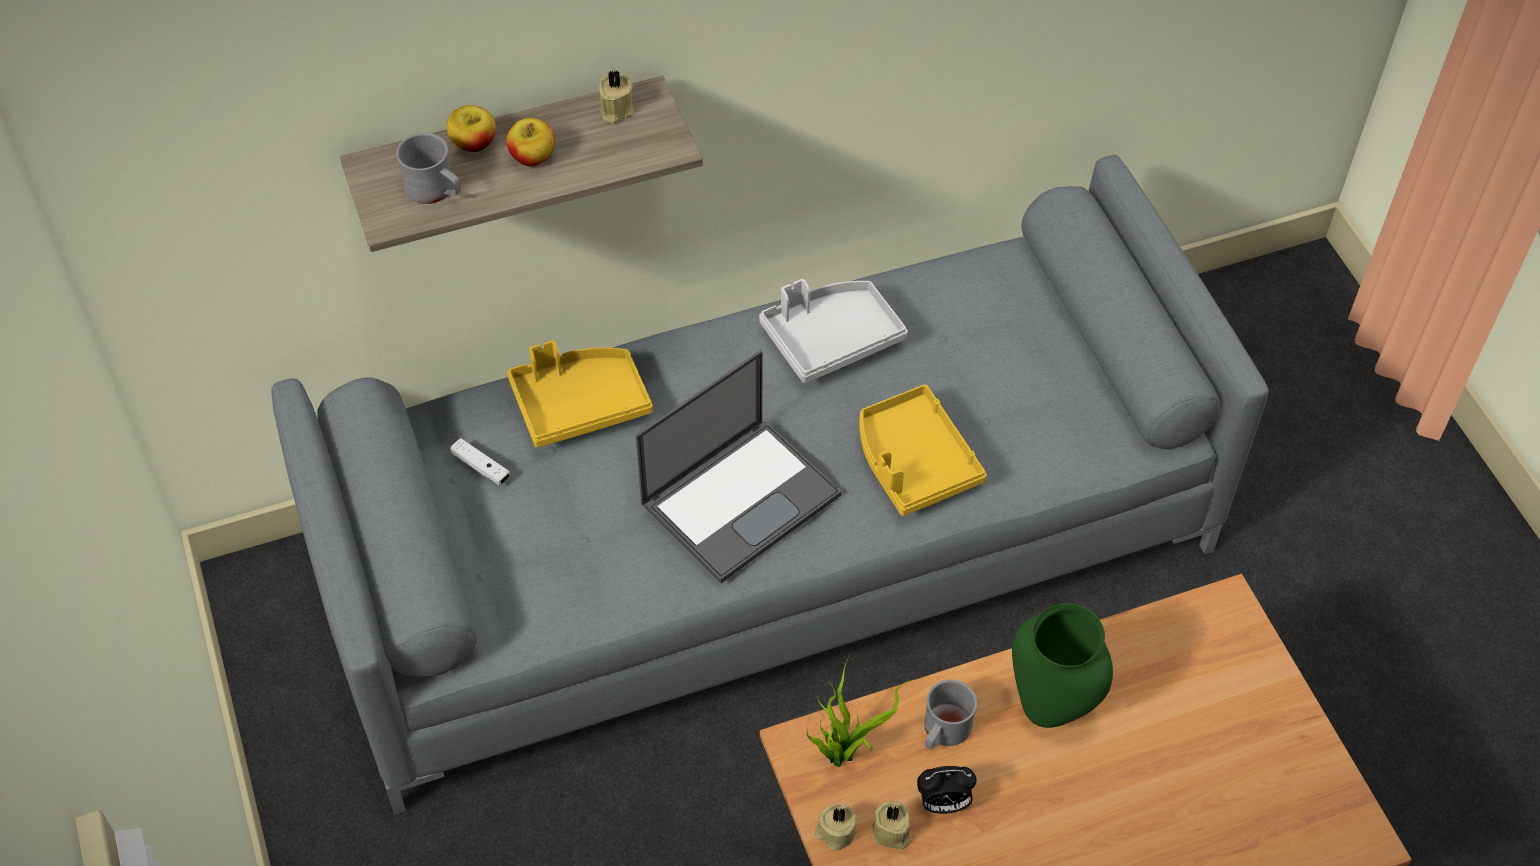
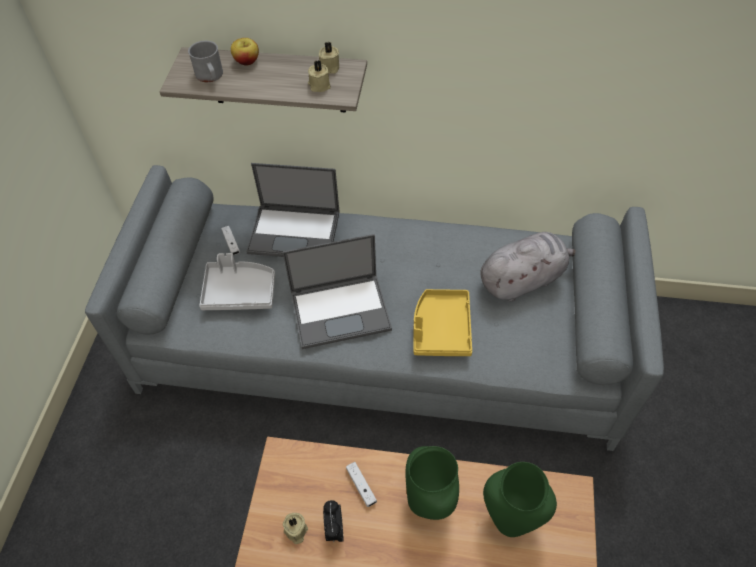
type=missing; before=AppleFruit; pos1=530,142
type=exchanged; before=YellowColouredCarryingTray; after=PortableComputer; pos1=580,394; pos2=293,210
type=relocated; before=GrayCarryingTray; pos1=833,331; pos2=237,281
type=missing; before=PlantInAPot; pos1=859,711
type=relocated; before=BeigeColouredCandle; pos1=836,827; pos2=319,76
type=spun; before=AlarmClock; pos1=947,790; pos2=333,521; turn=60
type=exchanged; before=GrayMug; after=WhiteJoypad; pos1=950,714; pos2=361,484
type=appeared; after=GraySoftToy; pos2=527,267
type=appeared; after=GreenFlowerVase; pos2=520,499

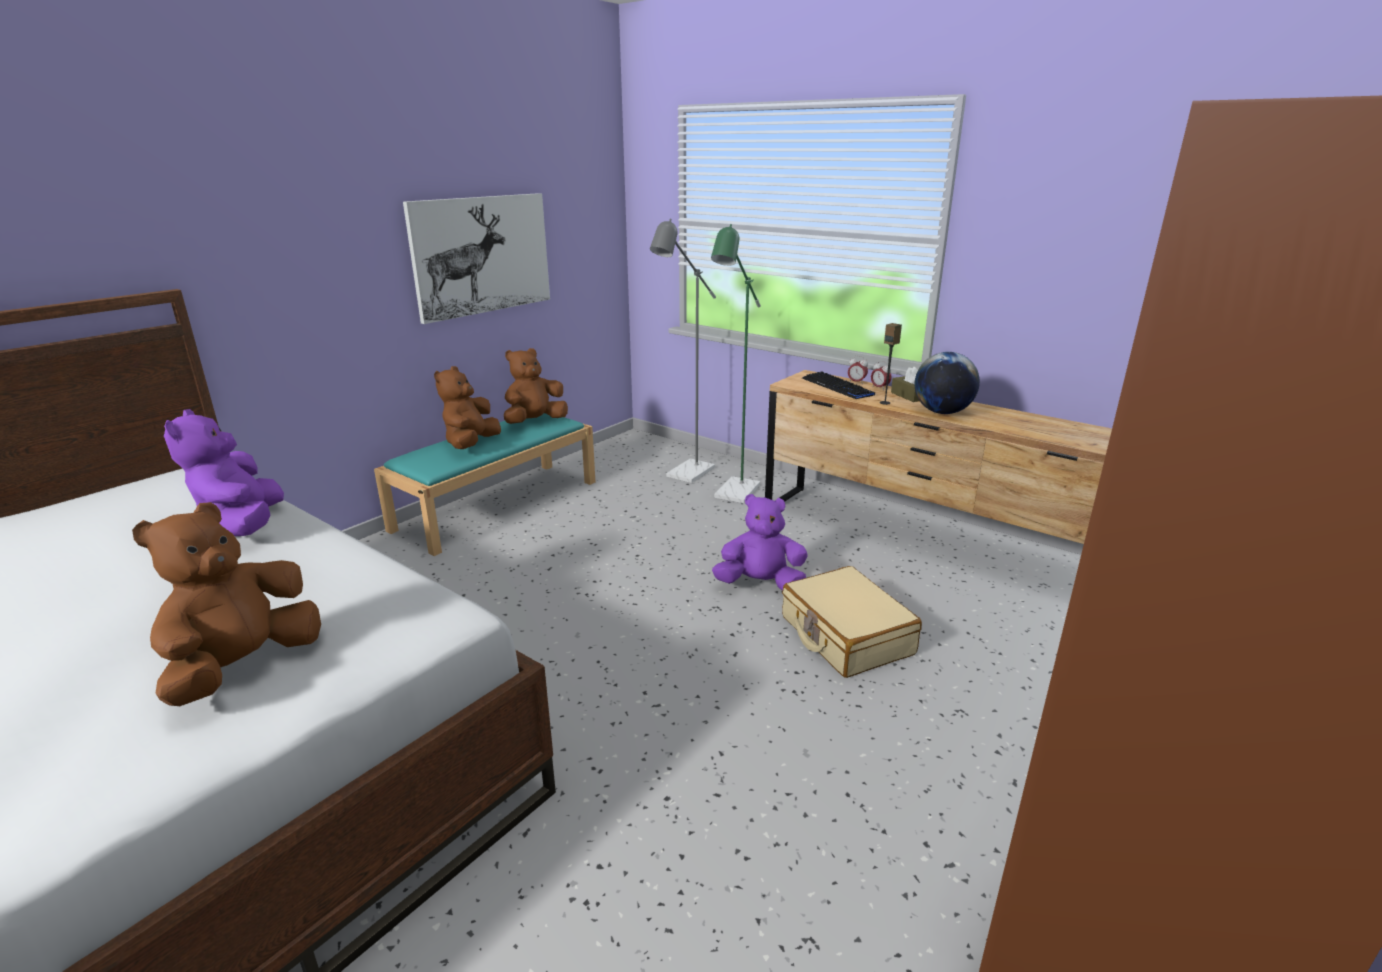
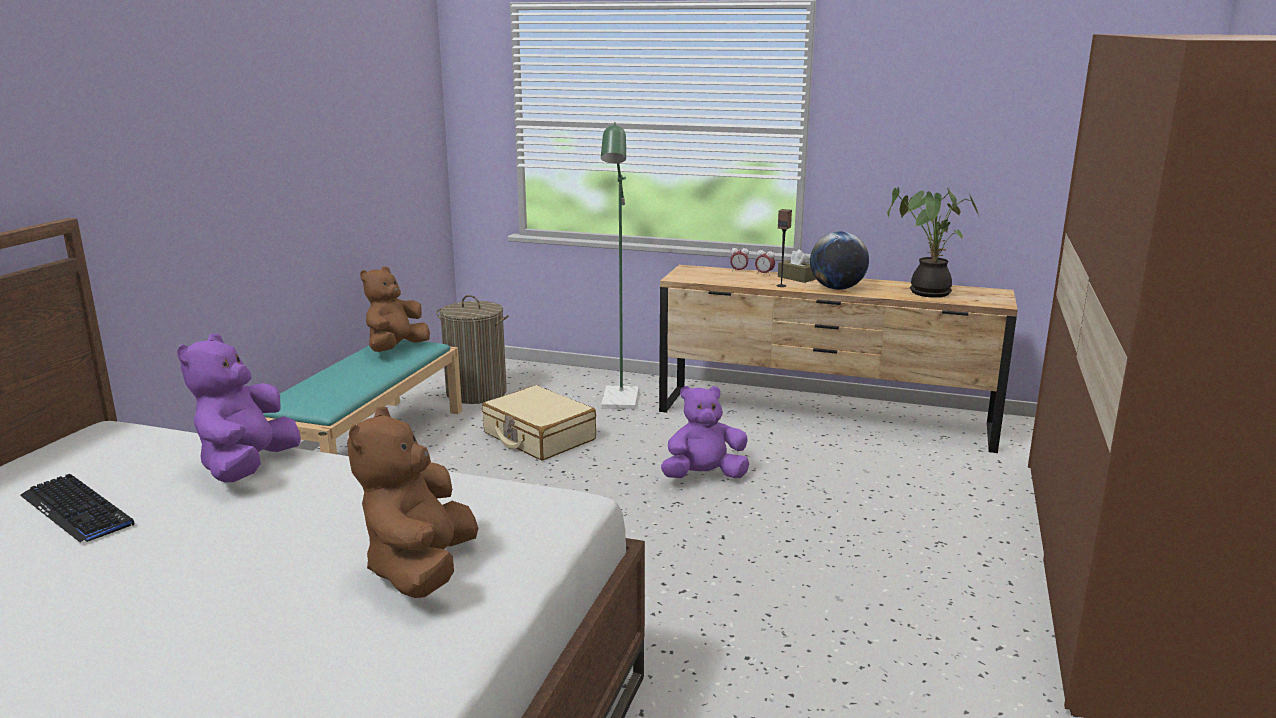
type=spun; before=PurpleSoftToy; pos1=224,472; pos2=239,408; turn=45
type=missing; before=Picture; pos1=476,258
type=missing; before=BrownishSoftToy; pos1=467,407
type=missing; before=GrayStandingLamp; pos1=683,351
type=relocated; before=BeigeColouredPieceOfLuggage; pos1=852,622; pos2=539,422
type=relocated; before=PcKeyboard; pos1=838,385; pos2=77,508
type=appeared; after=LaundryBasket; pos2=473,349
type=appeared; after=PlantInAPot; pos2=933,242

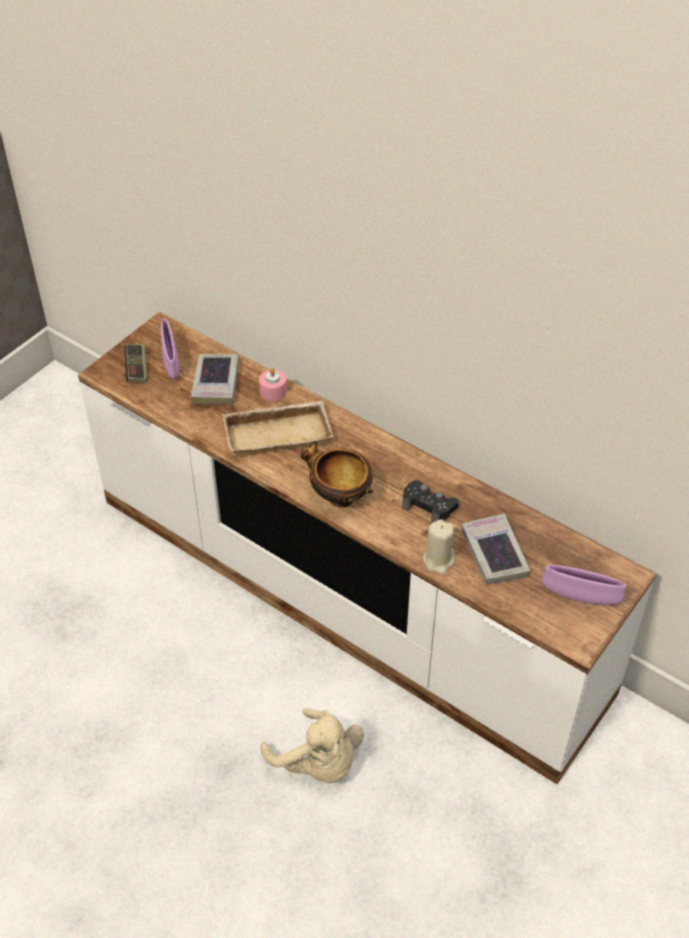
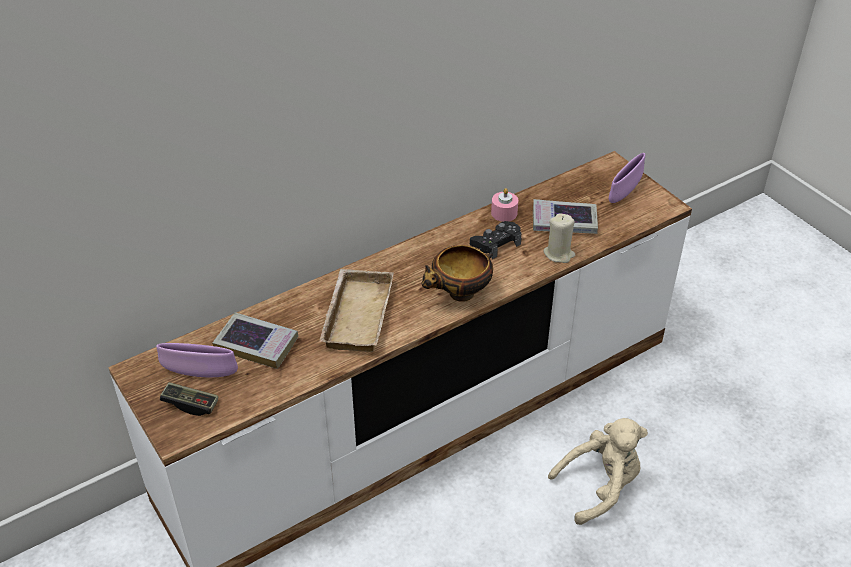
type=relocated; before=PinkishCandle; pos1=273,384; pos2=504,205

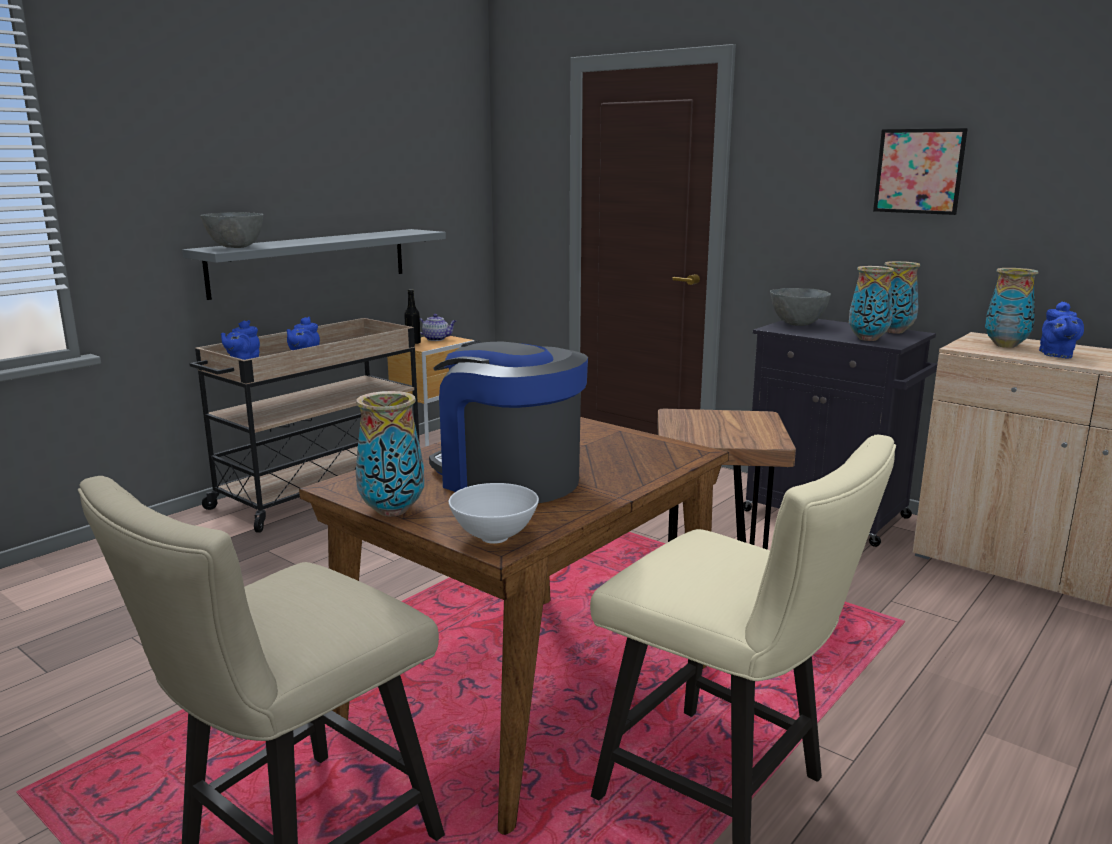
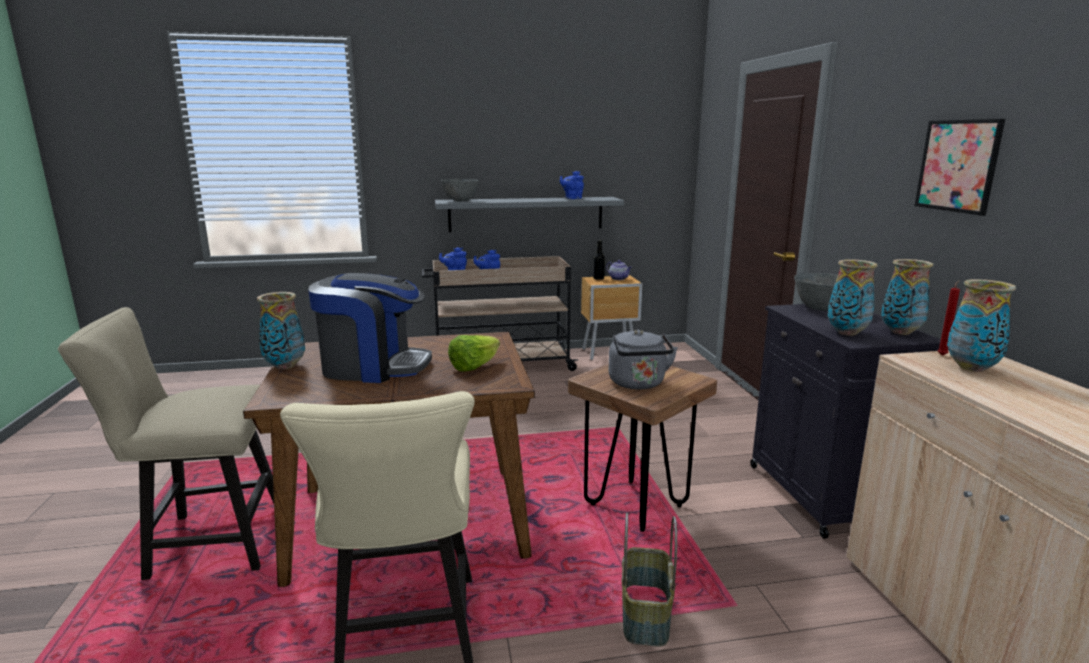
type=spun; before=CoffeeMaker; pos1=508,422; pos2=370,328; turn=105
type=missing; before=WhiteDeepDish; pos1=494,513
type=relocated; before=BluishTeapot; pos1=1061,330; pos2=572,185
type=appeared; after=LettuceHead; pos2=474,353
type=appeared; after=GrayWaterKettle; pos2=643,359
type=appeared; after=Basket; pos2=649,580
type=appeared; after=RedCandle; pos2=949,318

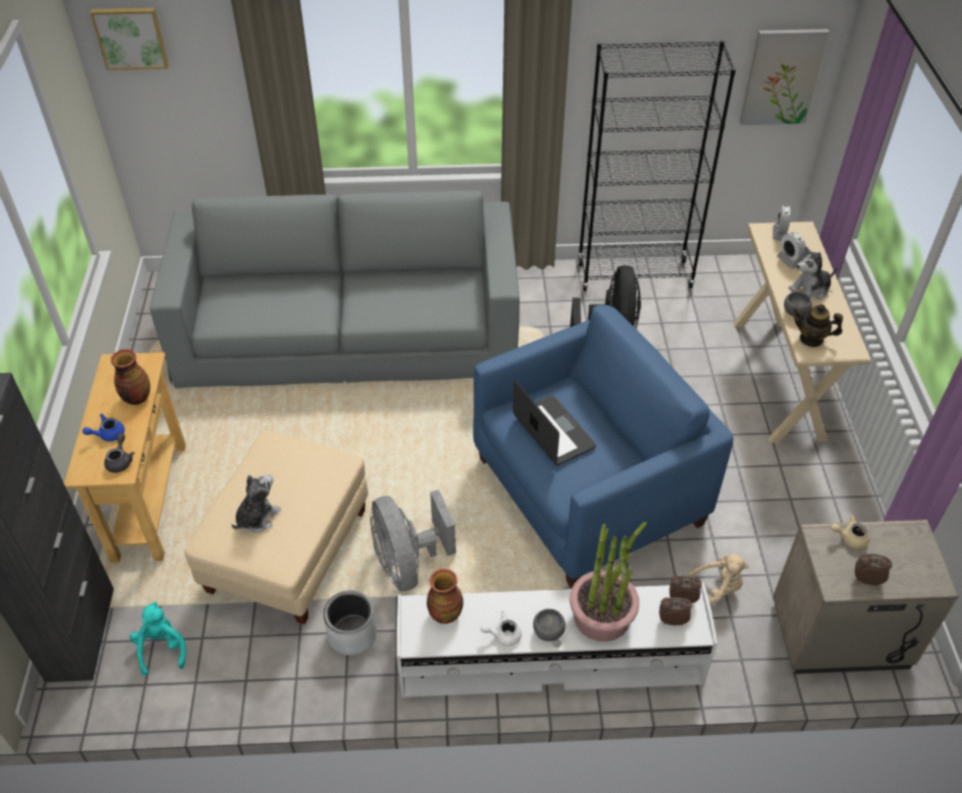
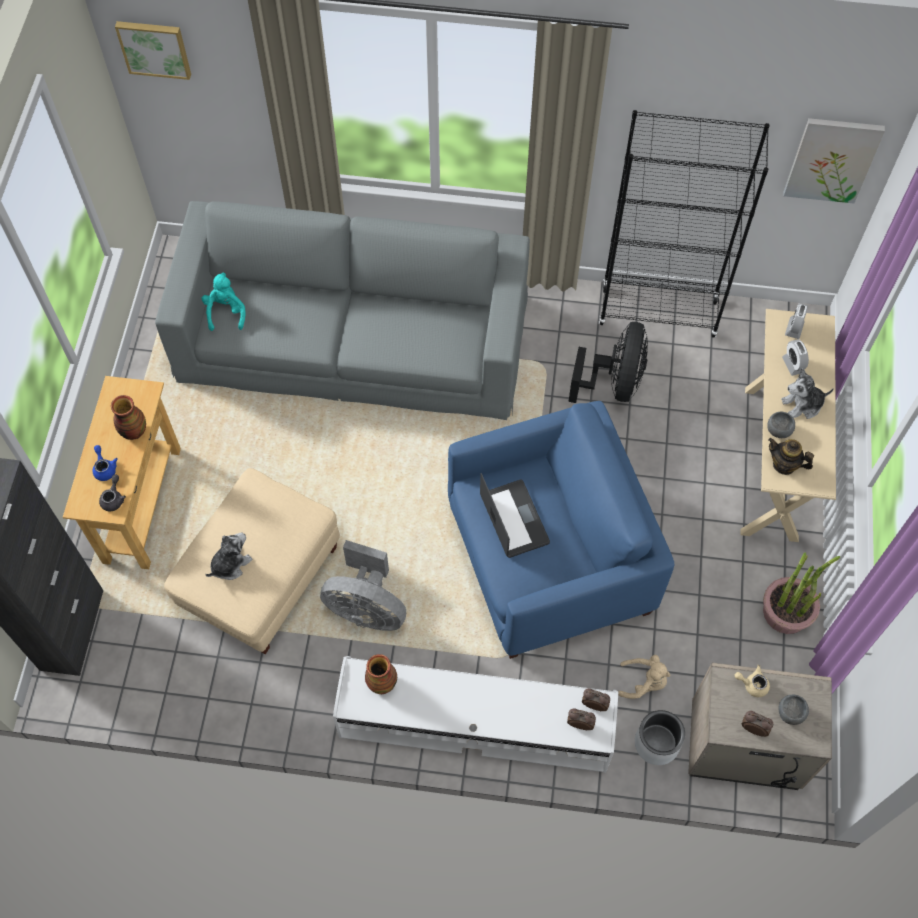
type=spun; before=BluishTeapot; pos1=103,428; pos2=105,463; turn=90
type=relocated; before=BlueGreenSoftToy; pos1=158,639; pos2=223,301
type=relocated; before=GrayPlanter; pos1=350,622; pos2=660,737
type=spun; before=GrayCoolingFan; pos1=413,540; pos2=363,585; turn=-60
type=missing; before=WhiteTeapot; pos1=501,628
type=relocated; before=GrayDeepDish; pos1=549,625; pos2=793,710
type=relocated; before=PlantInAPot; pos1=608,582; pos2=801,593

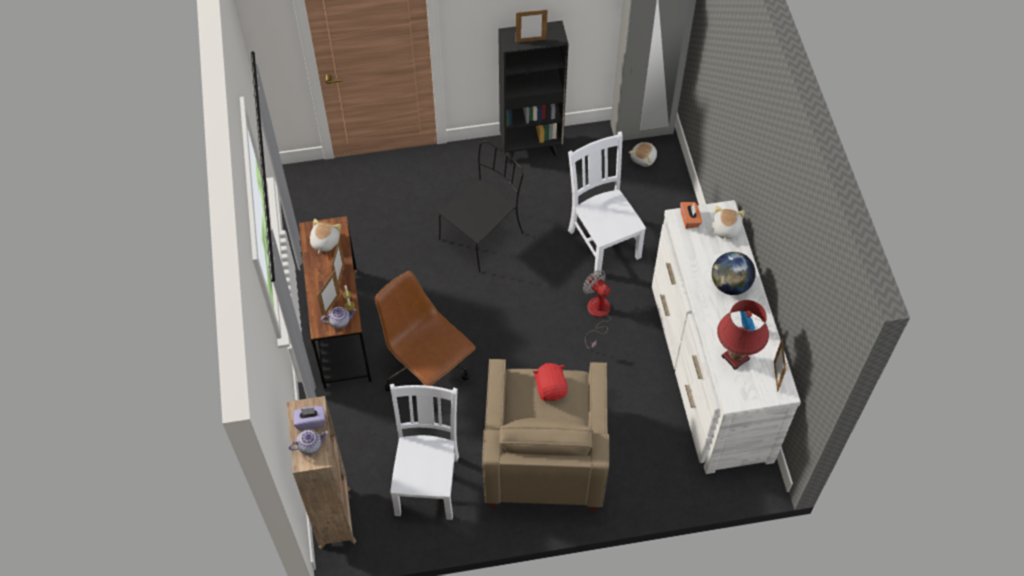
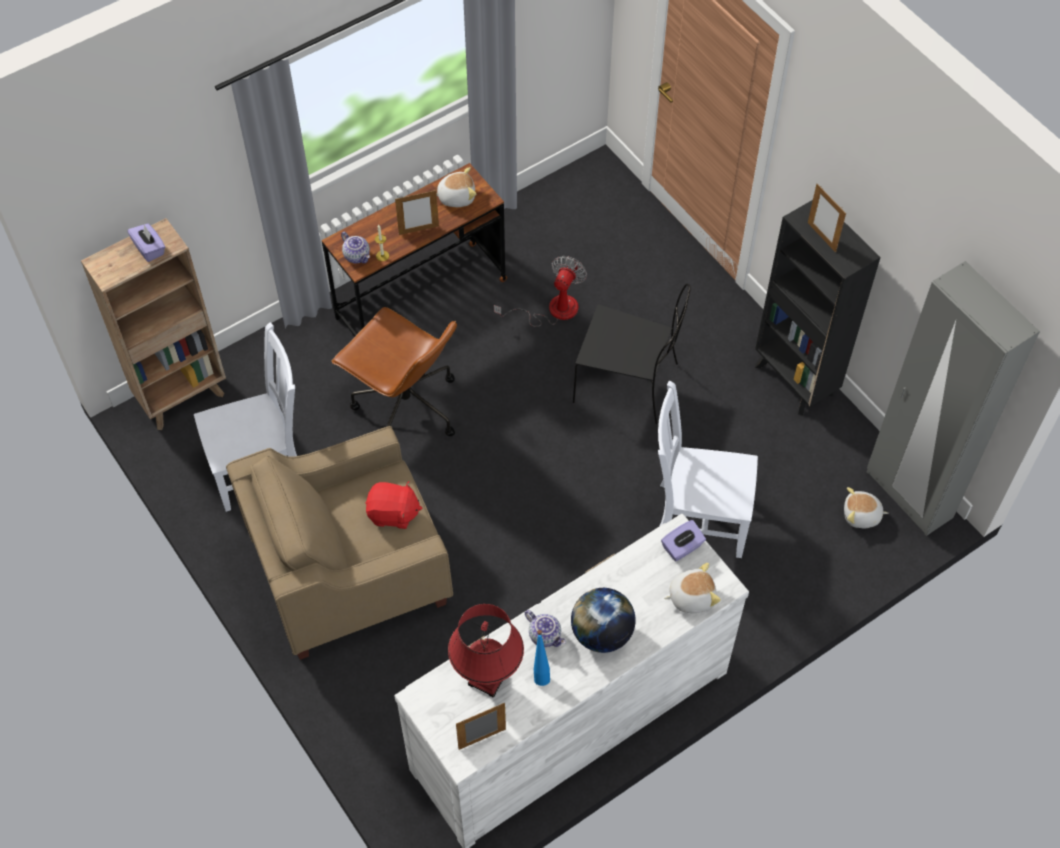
type=relocated; before=Teapot; pos1=308,442; pos2=545,628
type=missing; before=PictureFrame; pos1=328,293
type=spun; before=BrownishDeskChair; pos1=425,339; pos2=394,371; turn=105
type=spun; before=RedSoftToy; pos1=550,382; pos2=394,505; turn=45
type=spun; before=WhiteUprightChair; pos1=607,203; pos2=708,469; turn=-120
type=relocated; before=CoolingFan; pos1=597,309; pos2=540,291
type=colour; before=OrangeyTissueHolder; after=PurpleTissueHolder; pos1=691,215; pos2=683,540

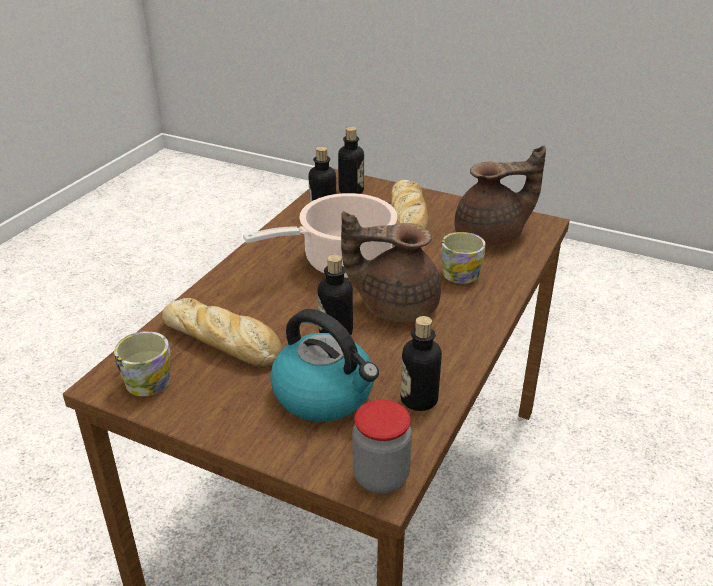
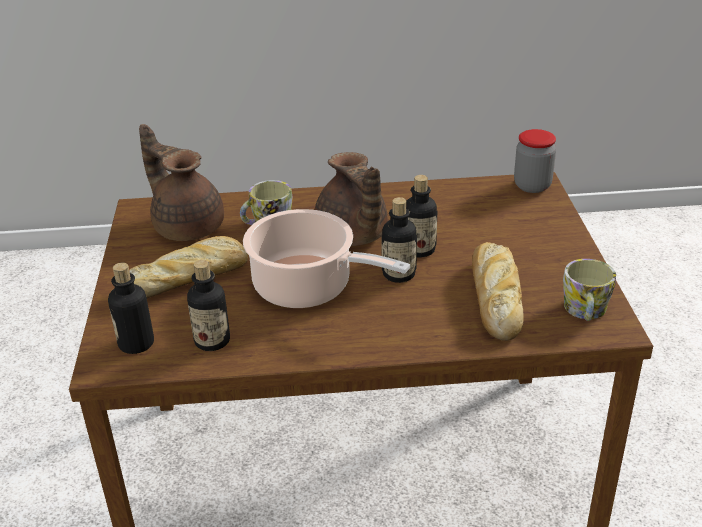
type=missing; before=WaterKettle; pos1=324,365
type=relocated; before=DrinkBottle; pos1=421,363; pos2=399,240

